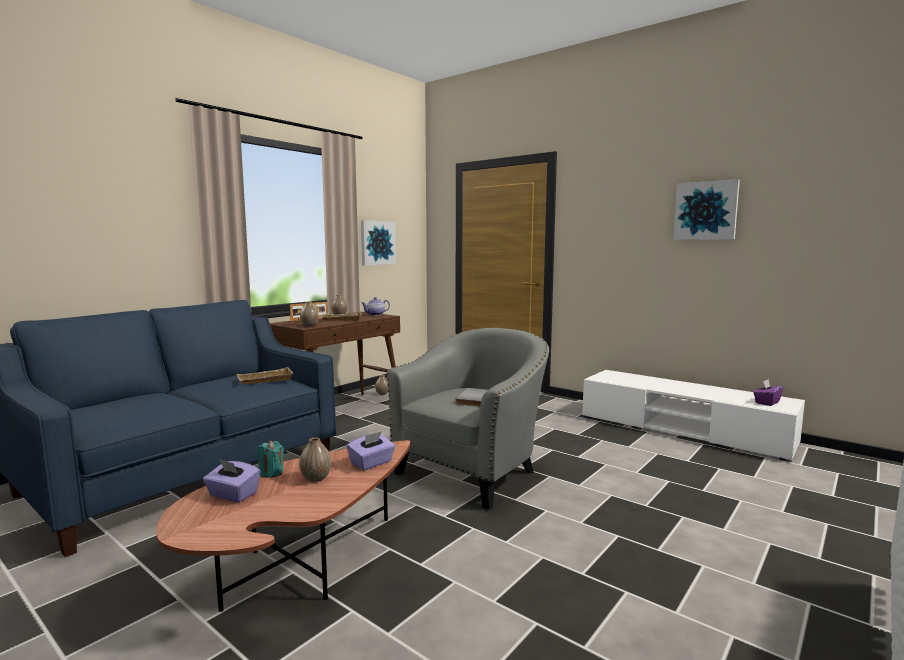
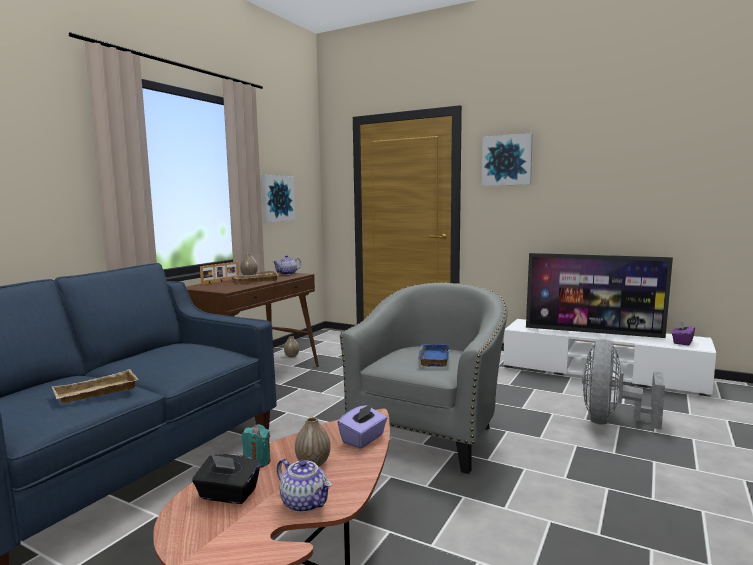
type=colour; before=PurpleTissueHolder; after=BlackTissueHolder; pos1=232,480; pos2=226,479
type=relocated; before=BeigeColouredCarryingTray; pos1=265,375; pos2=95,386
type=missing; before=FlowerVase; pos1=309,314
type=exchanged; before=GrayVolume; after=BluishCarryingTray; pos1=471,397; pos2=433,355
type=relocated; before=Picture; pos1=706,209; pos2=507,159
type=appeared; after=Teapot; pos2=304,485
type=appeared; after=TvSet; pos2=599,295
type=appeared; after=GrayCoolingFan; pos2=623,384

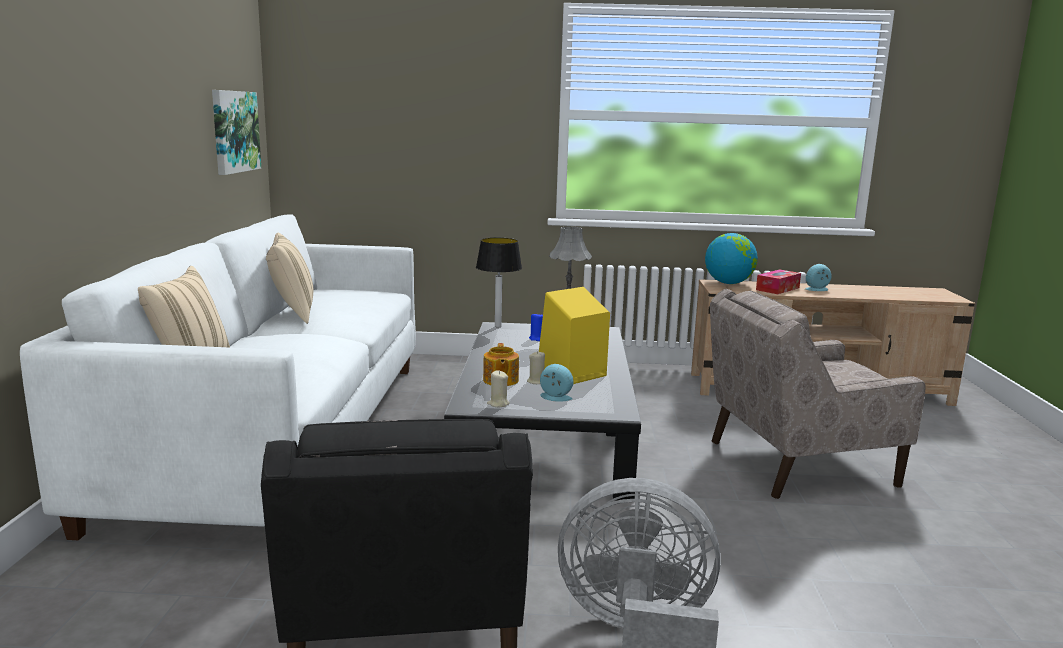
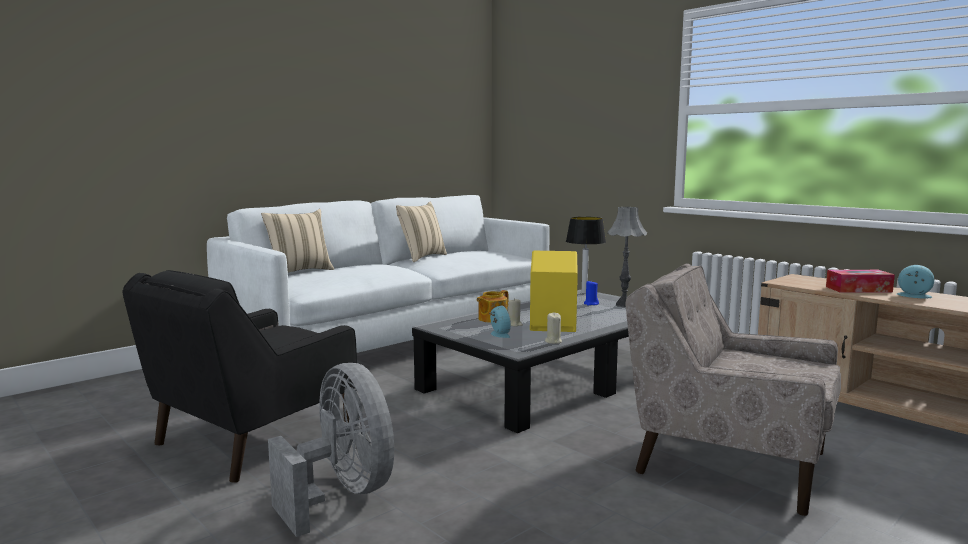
type=missing; before=Picture; pos1=236,132
type=relocated; before=BeigeColouredCandle; pos1=498,388; pos2=553,328
type=missing; before=DeskGlobe; pos1=731,258

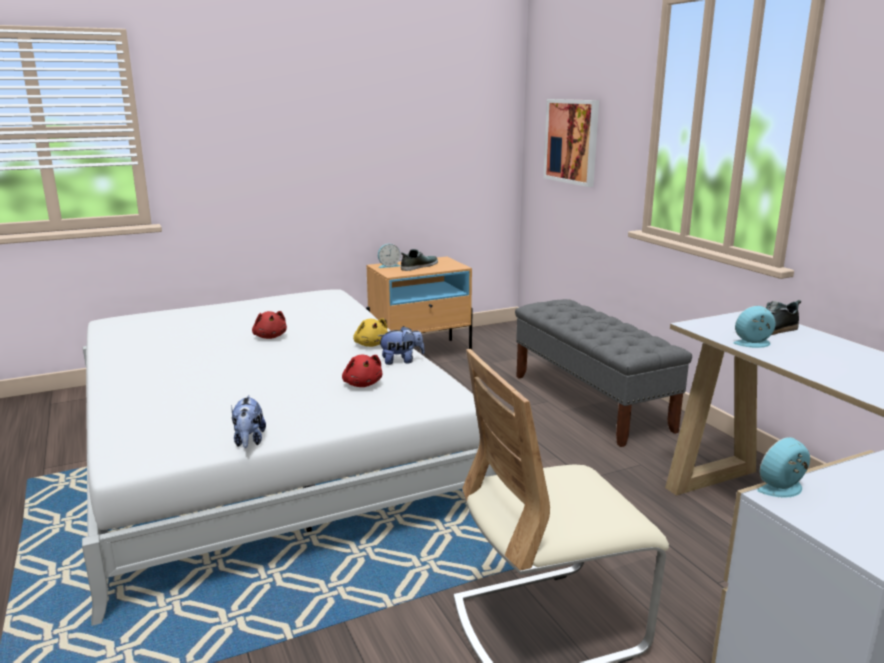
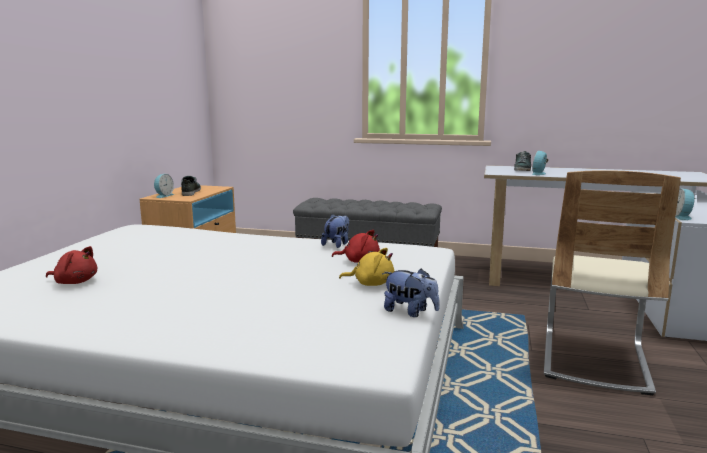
type=relocated; before=RedSoftToy; pos1=269,325; pos2=71,265
type=relocated; before=YellowColouredSoftToy; pos1=370,332; pos2=366,267
type=missing; before=Picture; pos1=571,143

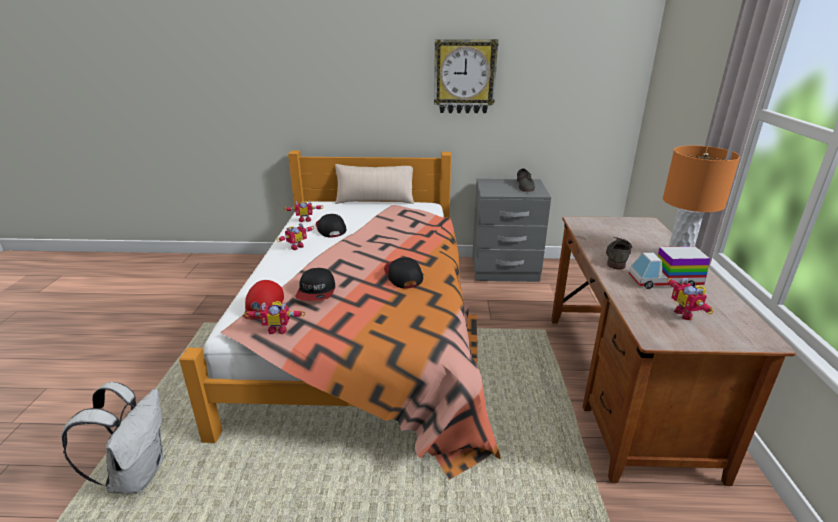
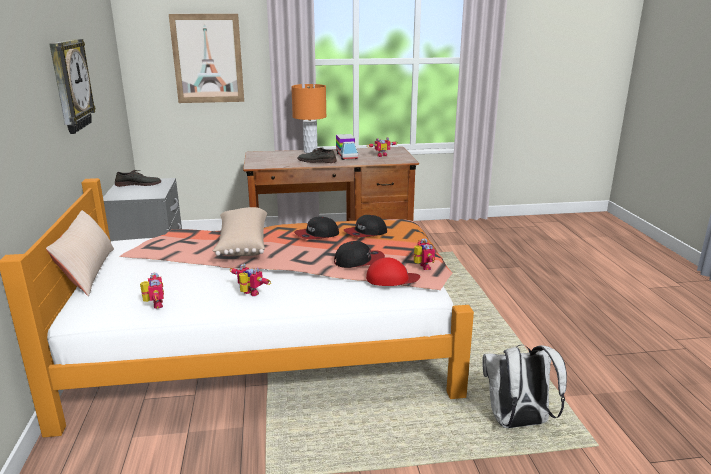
type=relocated; before=Cap; pos1=331,225; pos2=365,226
type=appeared; after=Picture; pos2=206,58
type=appeared; after=BeigeColouredCushion; pos2=240,231

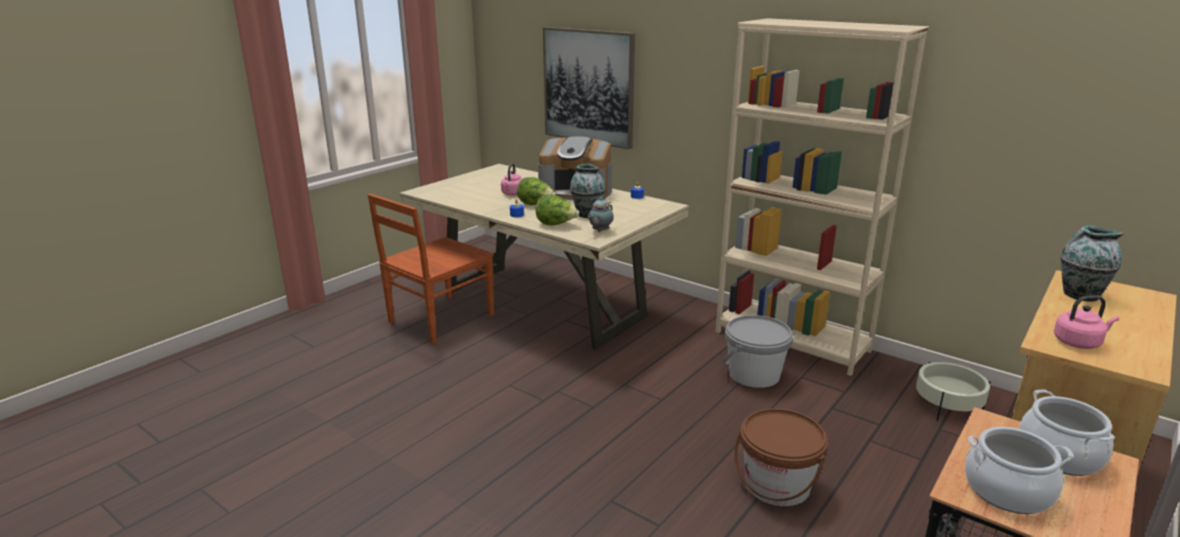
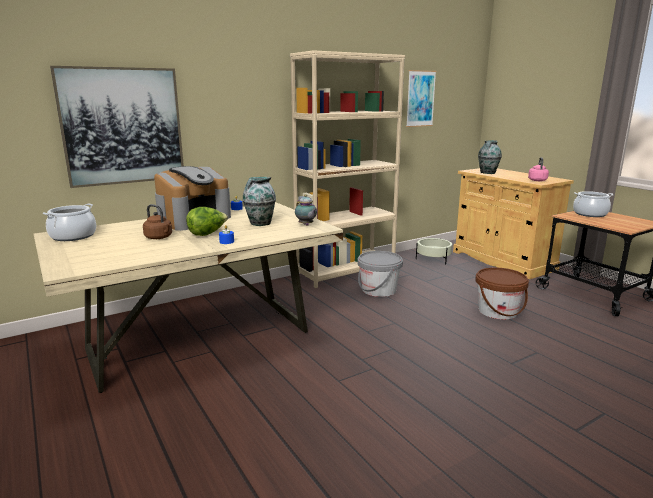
type=missing; before=BrownishUprightChair; pos1=431,268
type=colour; before=PinkishWaterKettle; after=BrownishWaterKettle; pos1=512,179; pos2=157,221
type=missing; before=LettuceHead; pos1=557,210
type=relocated; before=Saucepot; pos1=1019,470; pos2=69,222
type=appeared; after=Picture; pos2=421,98

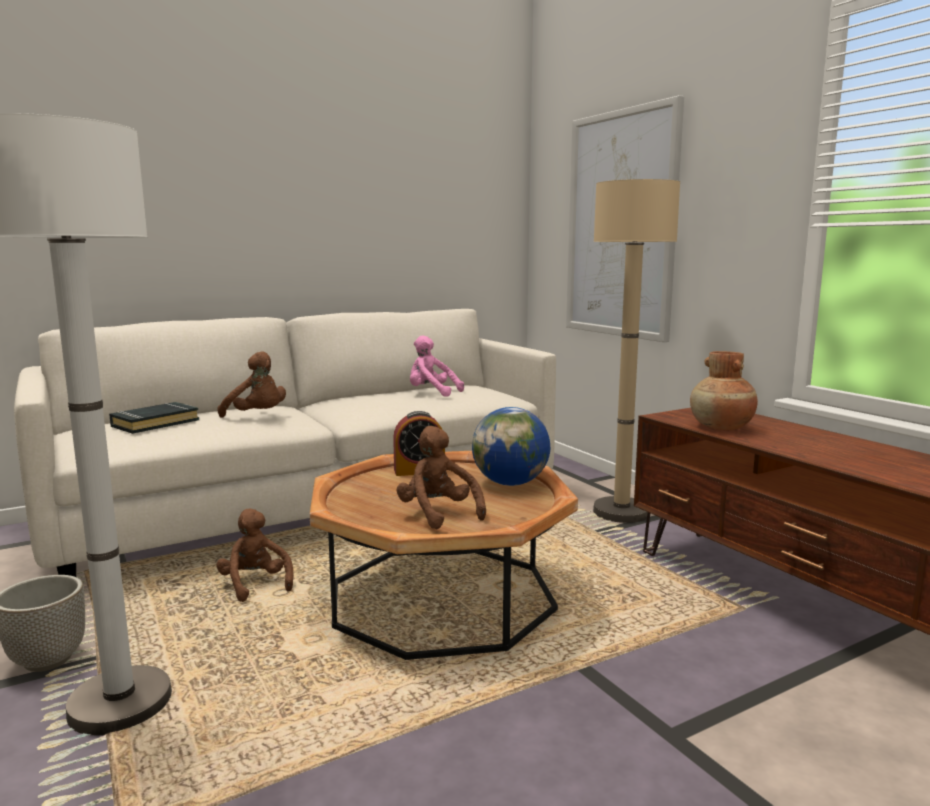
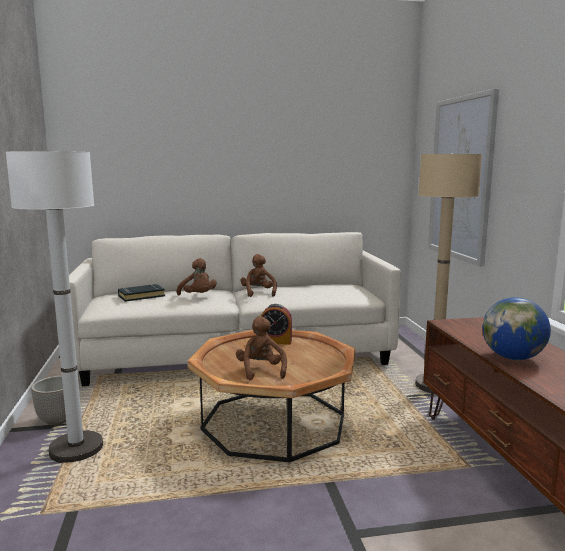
type=relocated; before=BrownishSoftToy; pos1=254,555; pos2=258,275
type=missing; before=PinkishSoftToy; pos1=437,366
type=relocated; before=DeskGlobe; pos1=511,446; pos2=517,328
type=missing; before=BrownishFlowerVase; pos1=724,390

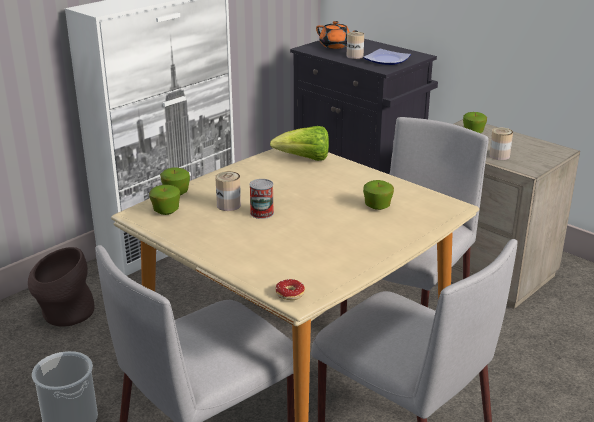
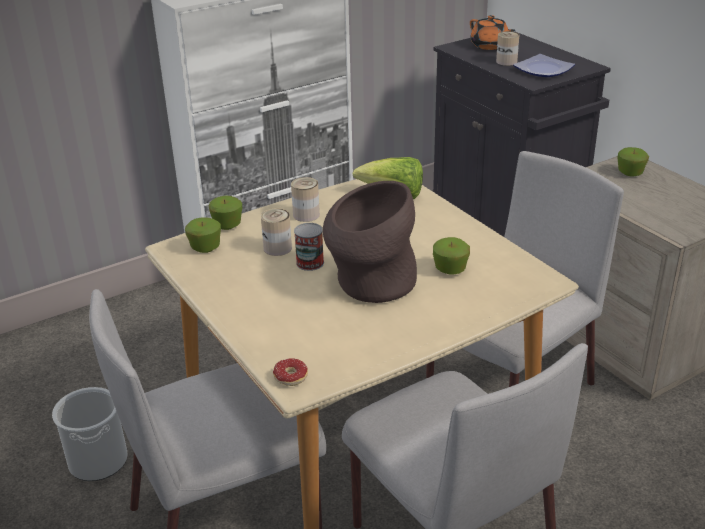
type=relocated; before=BrownishFlowerVase; pos1=61,286; pos2=370,242
type=relocated; before=Can; pos1=501,144; pos2=305,199

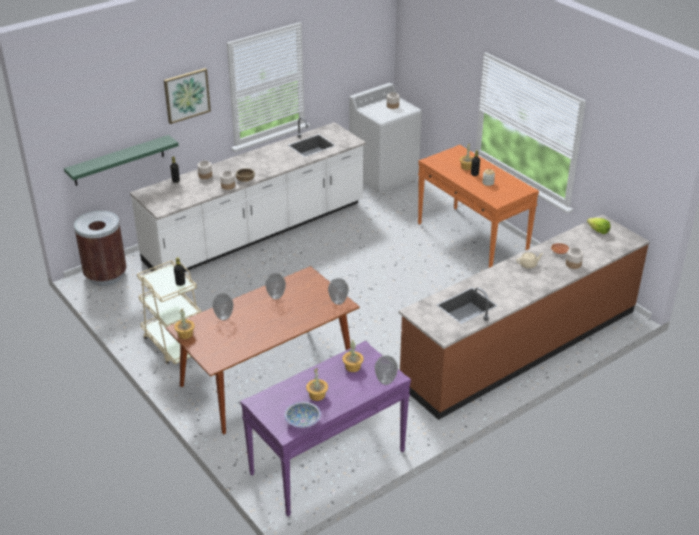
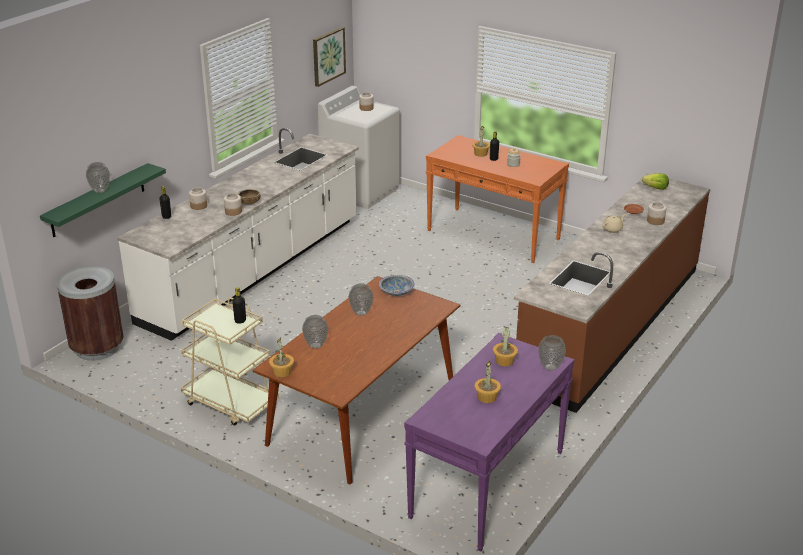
type=relocated; before=Picture; pos1=187,96; pos2=329,57
type=relocated; before=DeepDish; pos1=302,415; pos2=397,285
type=relocated; before=FlowerVase; pos1=338,291; pos2=98,177

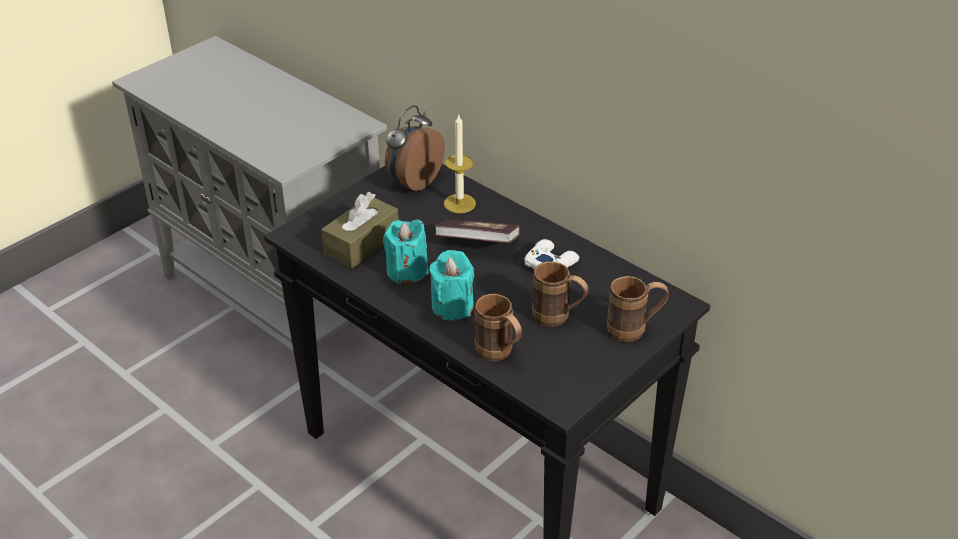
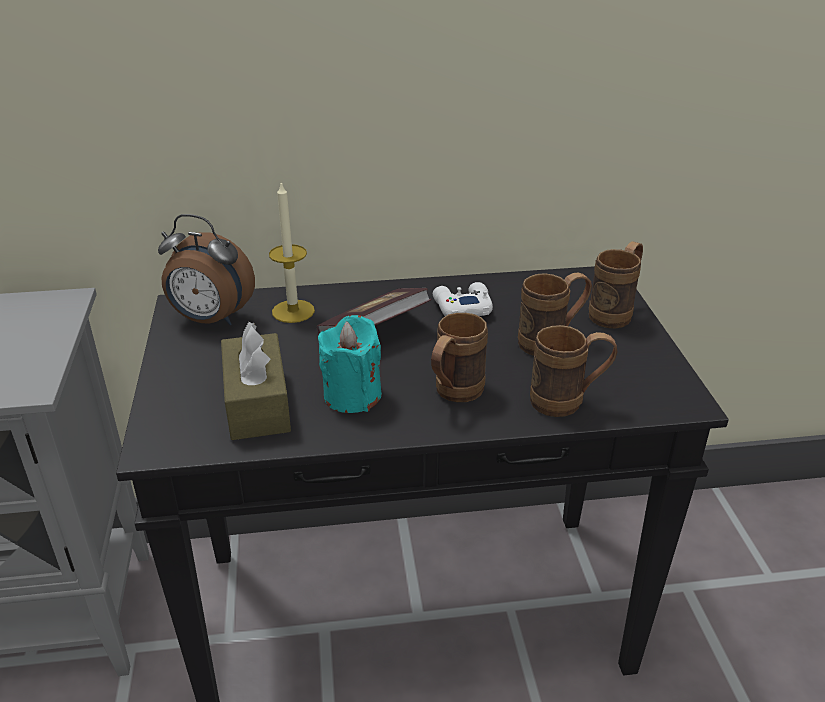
type=spun; before=AlarmClock; pos1=415,148; pos2=206,269; turn=-60
type=exchanged; before=BlueGreenCandle; after=BrownishMug; pos1=451,285; pos2=459,357

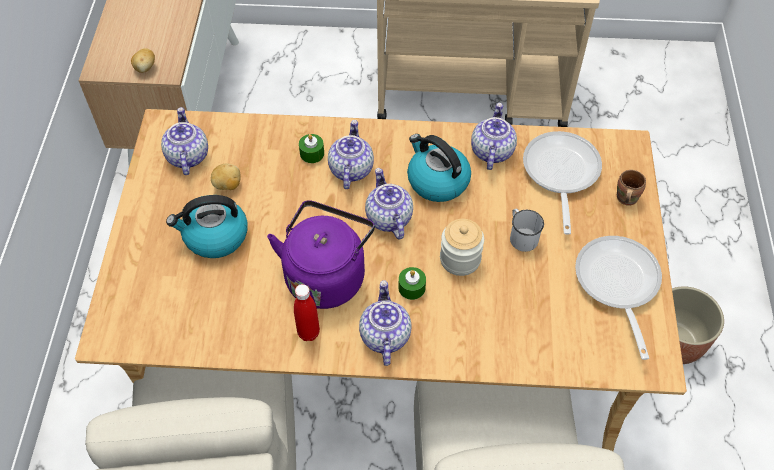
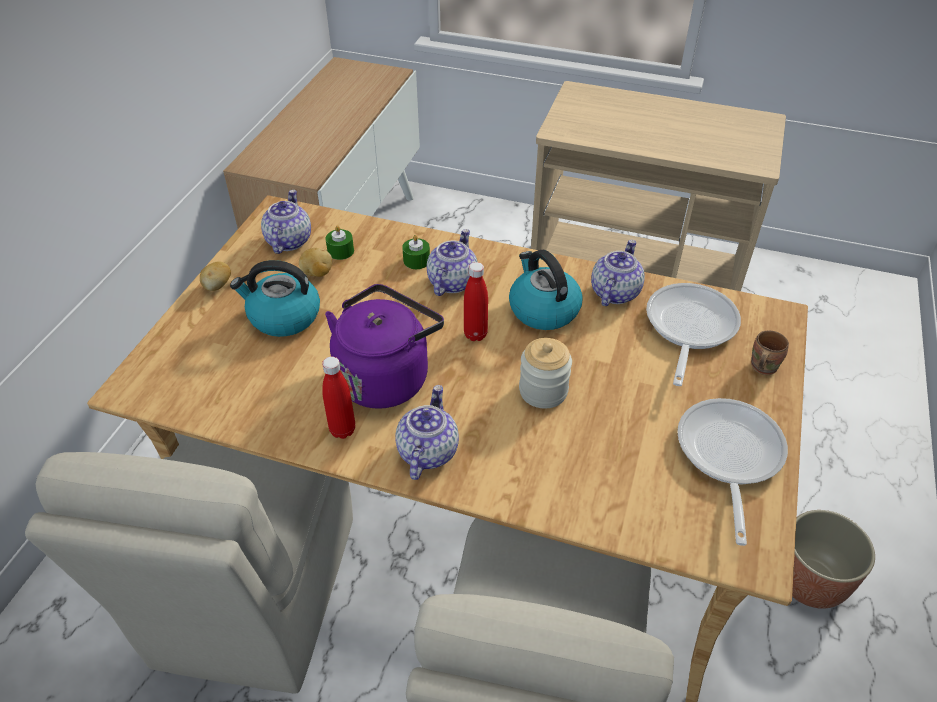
type=relocated; before=Potato; pos1=143,60; pos2=215,276
type=exchanged; before=Teapot; after=RedDrinkBottle; pos1=389,204; pos2=476,301
type=relocated; before=GreenCandle; pos1=412,283; pos2=340,242
type=missing; before=WhiteMug; pos1=527,230

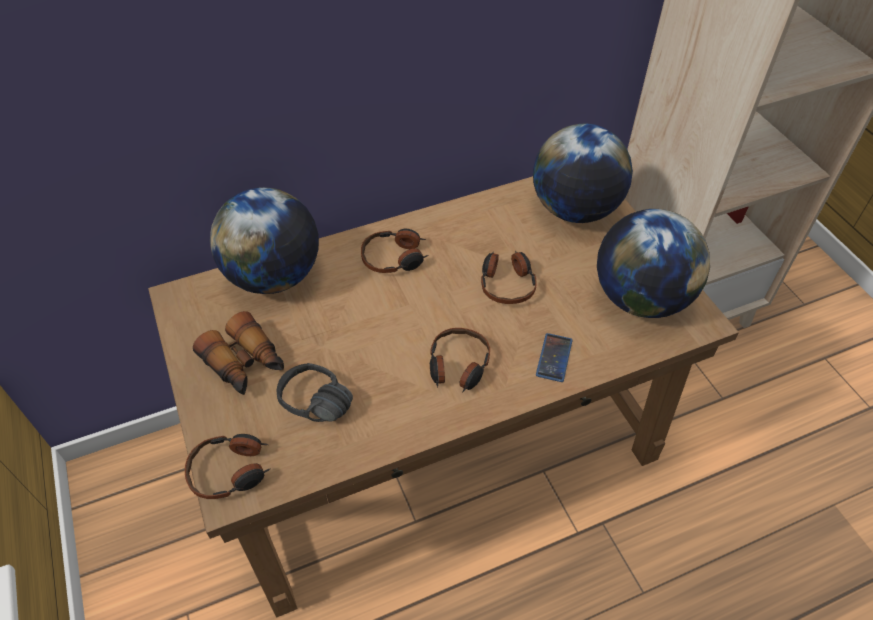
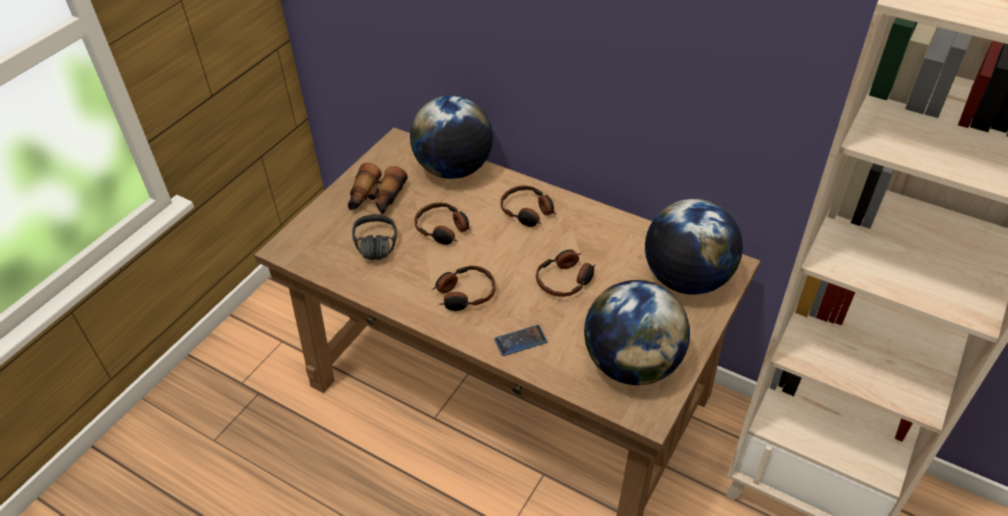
type=relocated; before=Headphones; pos1=228,466; pos2=442,224

